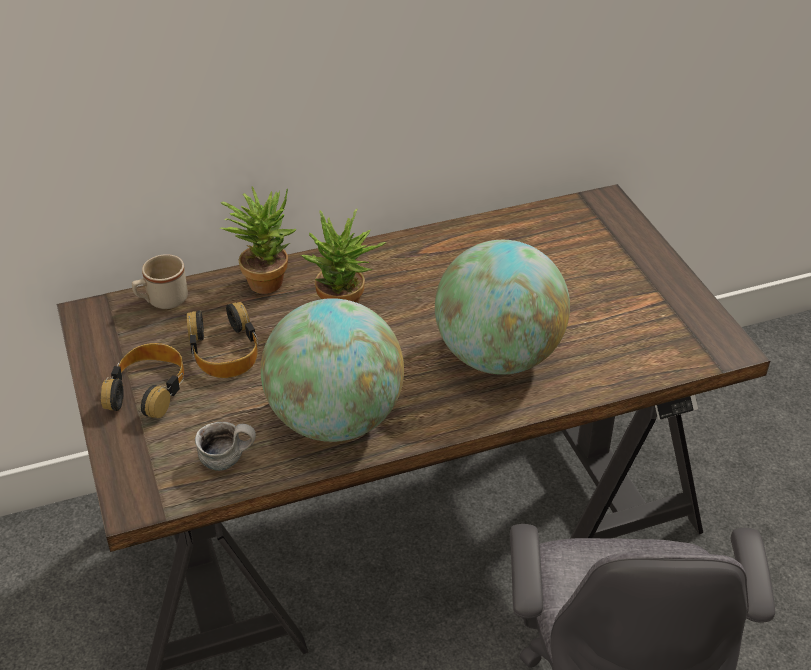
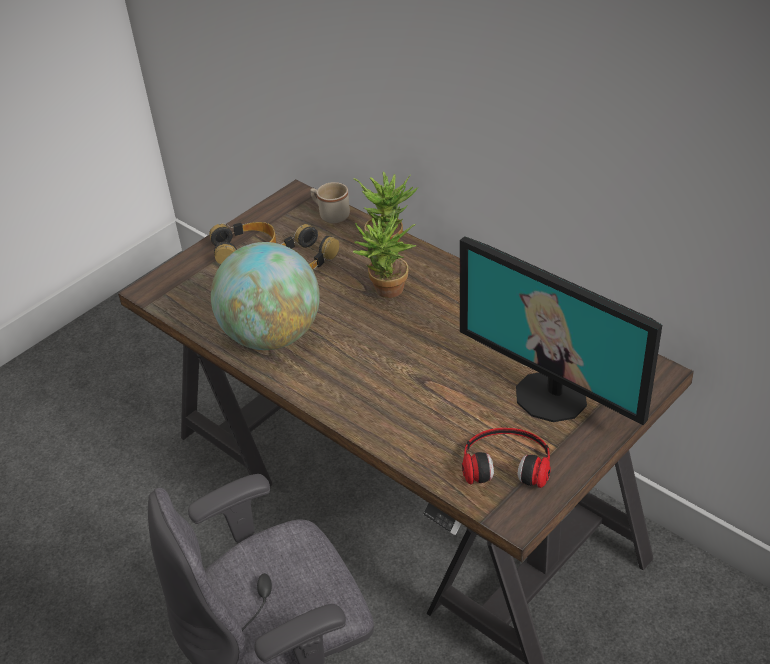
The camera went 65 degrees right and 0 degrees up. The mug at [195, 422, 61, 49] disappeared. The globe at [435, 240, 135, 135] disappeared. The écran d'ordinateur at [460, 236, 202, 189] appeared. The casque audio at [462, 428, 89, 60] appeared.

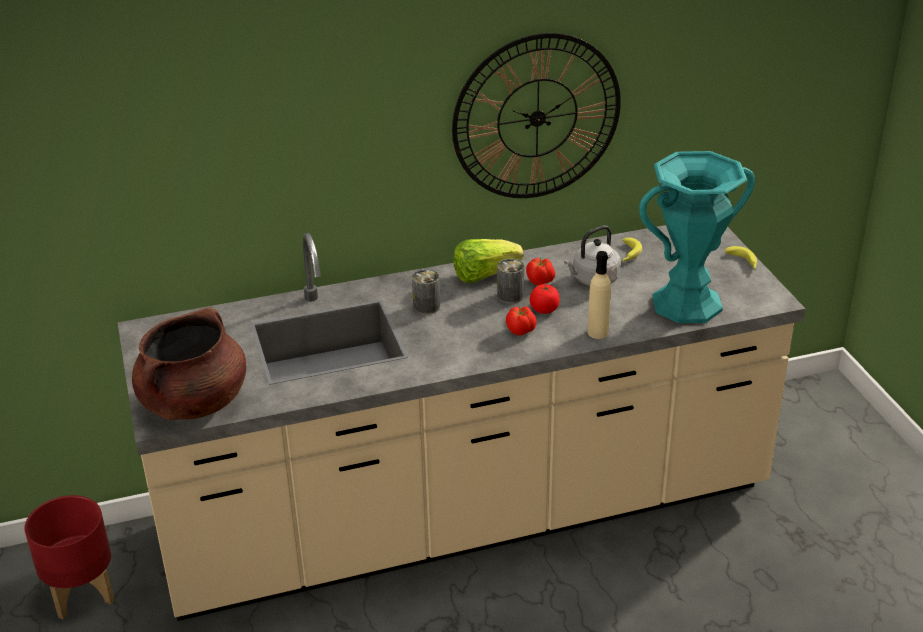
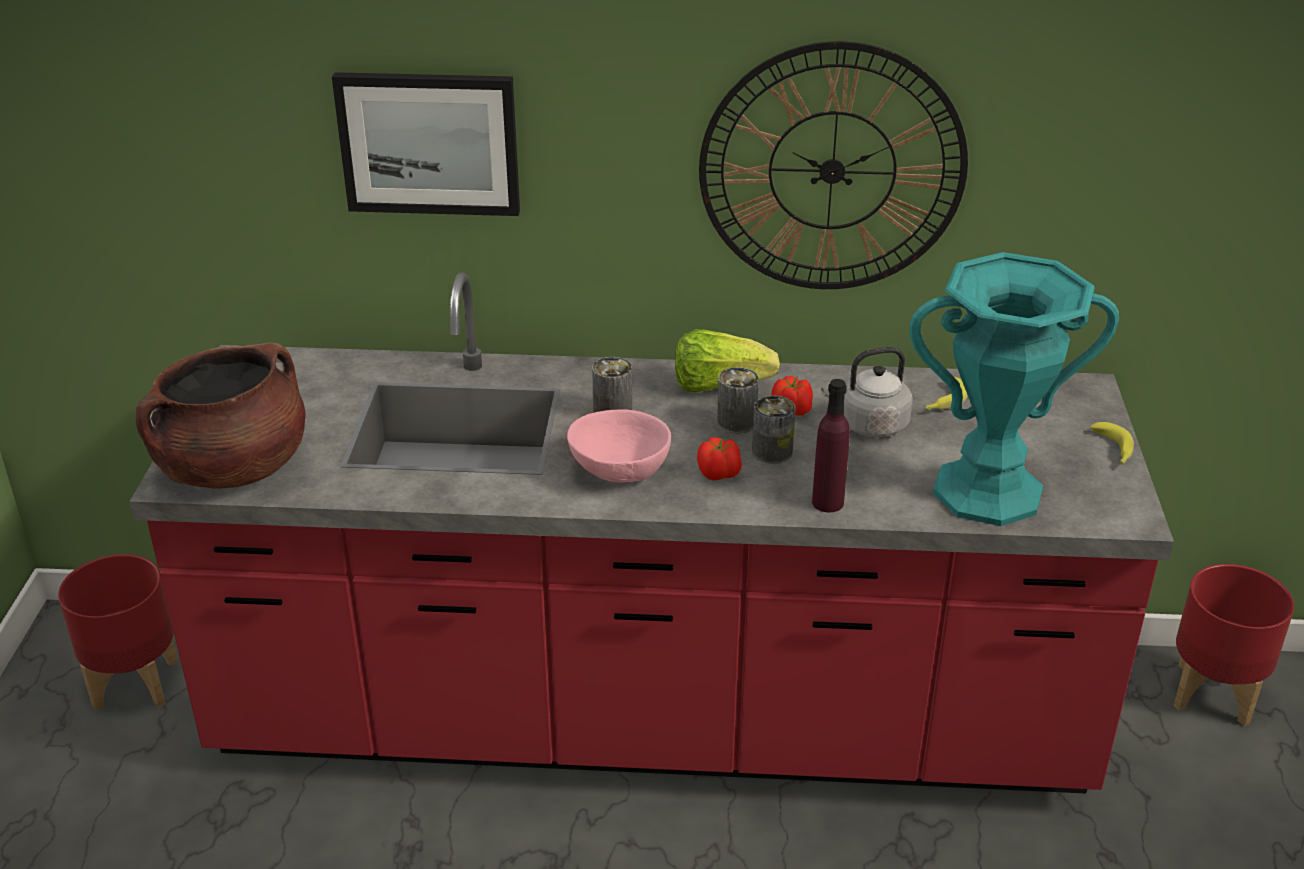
The camera went 20 degrees right and 0 degrees up. The tableau at [332, 72, 188, 144] appeared. The bol (rose) at [567, 409, 104, 74] appeared. The cache-pot (rouge) at [1173, 564, 121, 162] appeared. The tomate at [530, 284, 29, 30] was replaced by the boîte métallique at [752, 395, 44, 69]. The comptoir de cuisine (beige) at [117, 225, 689, 396] became the comptoir de cuisine (rouge) at [129, 273, 1045, 521]. The bouteille (beige) at [588, 251, 23, 88] became the bouteille (violet) at [812, 379, 38, 133].

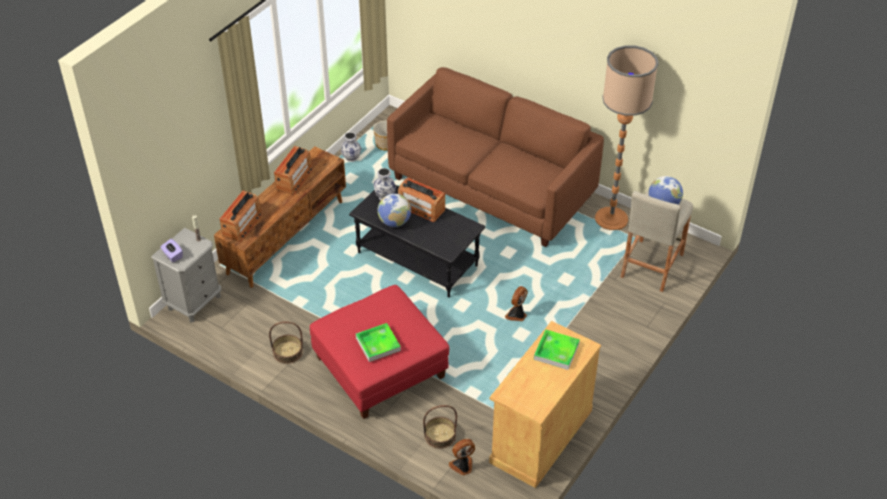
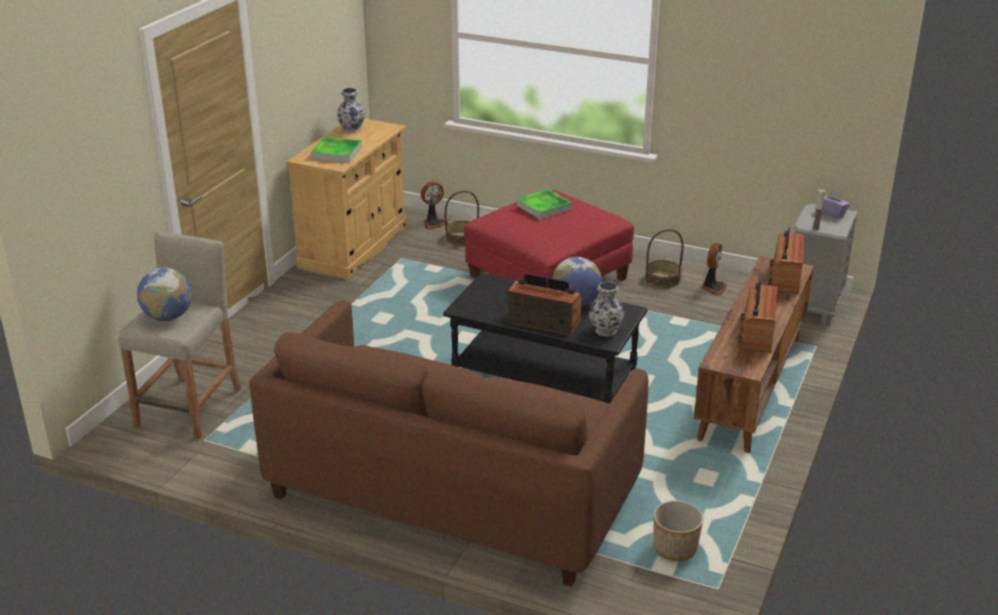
The camera went 170 degrees right and 15 degrees down. The lampadaire at [595, 45, 64, 185] disappeared. The vase moved from [341, 132, 20, 30] to [337, 88, 28, 45]. The ventilateur moved from [505, 286, 22, 35] to [701, 243, 27, 53].

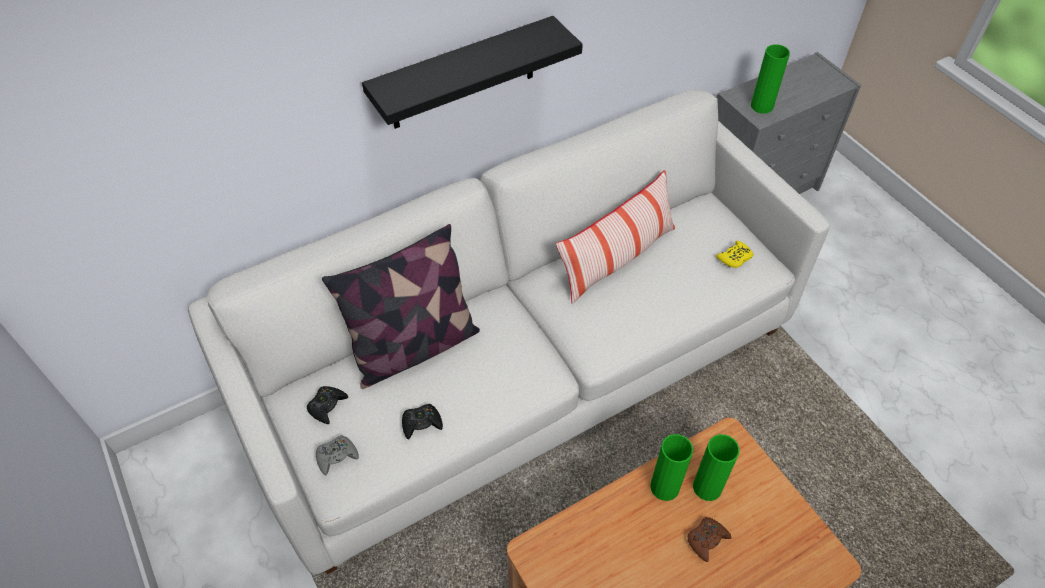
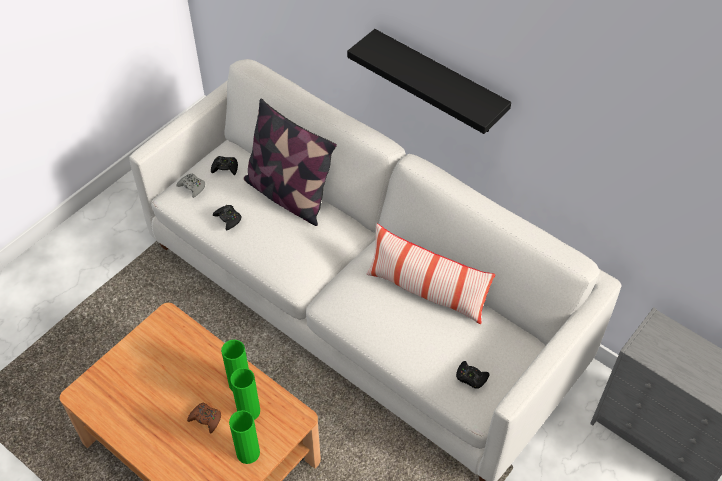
The camera went 70 degrees right and 0 degrees up. The vase (vert) moved from [751, 44, 39, 70] to [229, 410, 31, 54]. The manette (jaune) at [716, 241, 38, 27] became the manette (noir) at [456, 361, 33, 27].

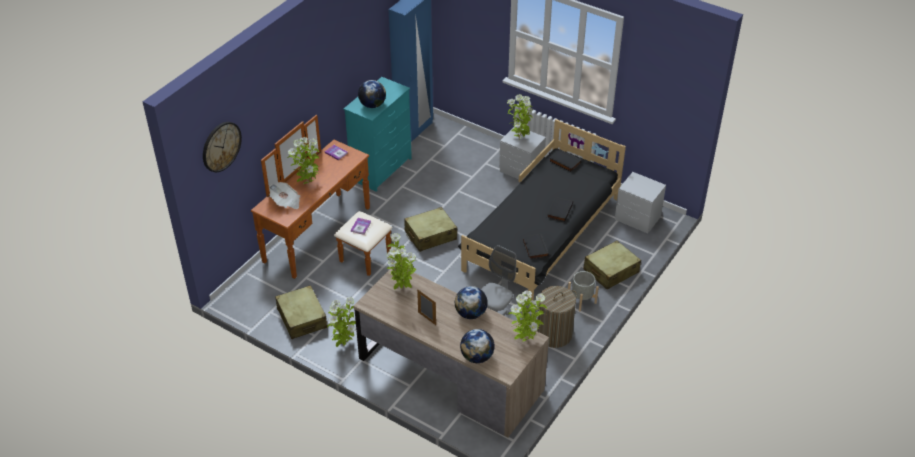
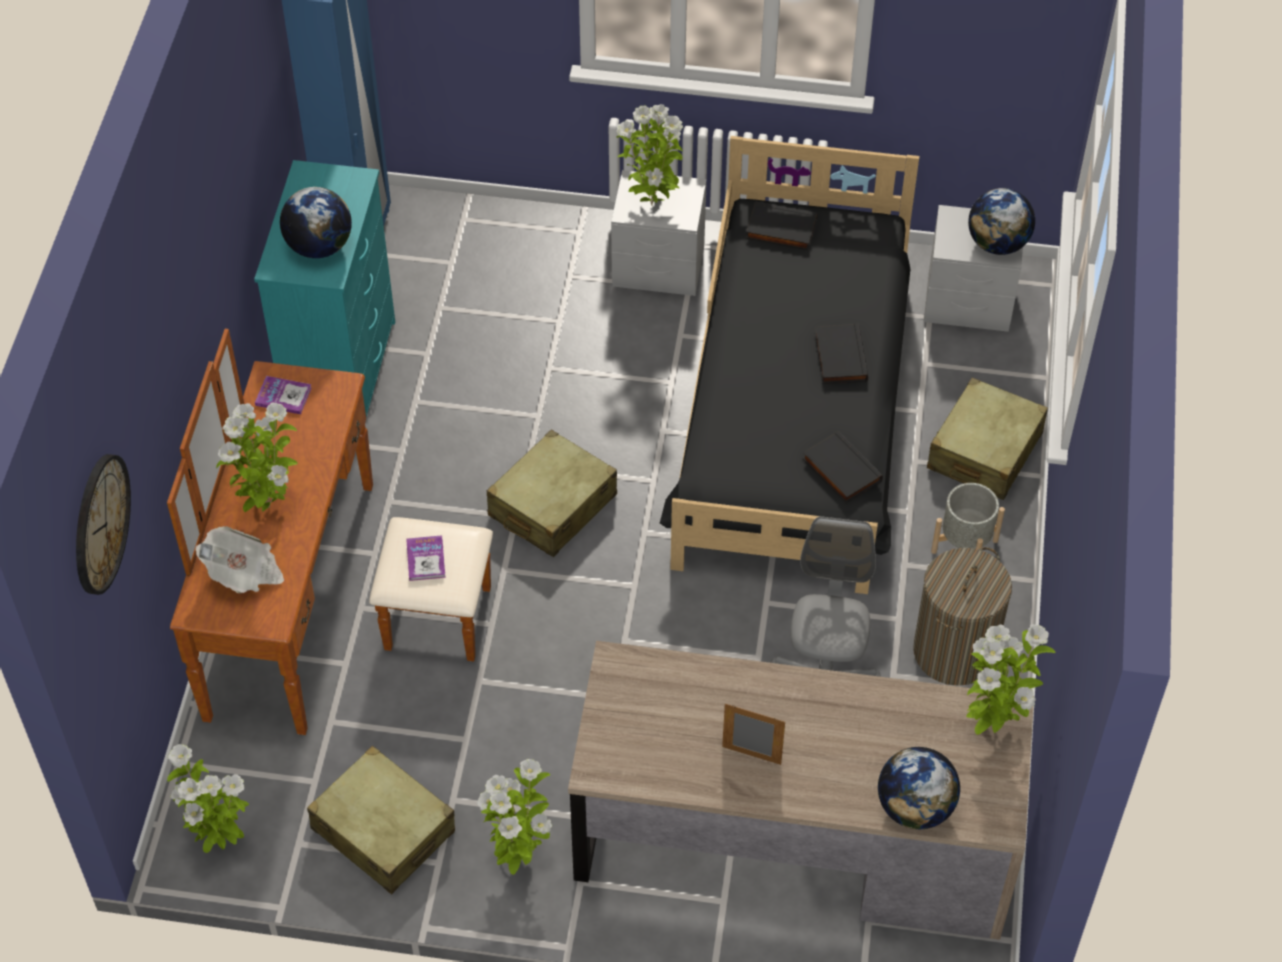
The camera went 25 degrees left and 10 degrees up. The plante en pot moved from [386, 233, 30, 56] to [167, 744, 82, 109]. The globe moved from [455, 286, 33, 33] to [968, 188, 67, 67].

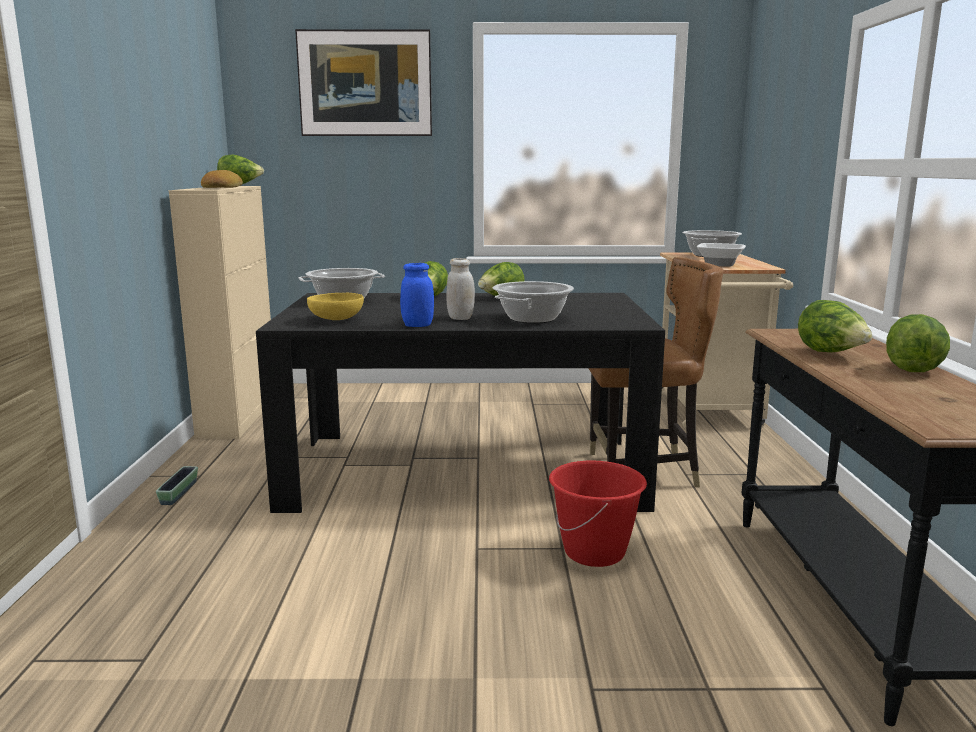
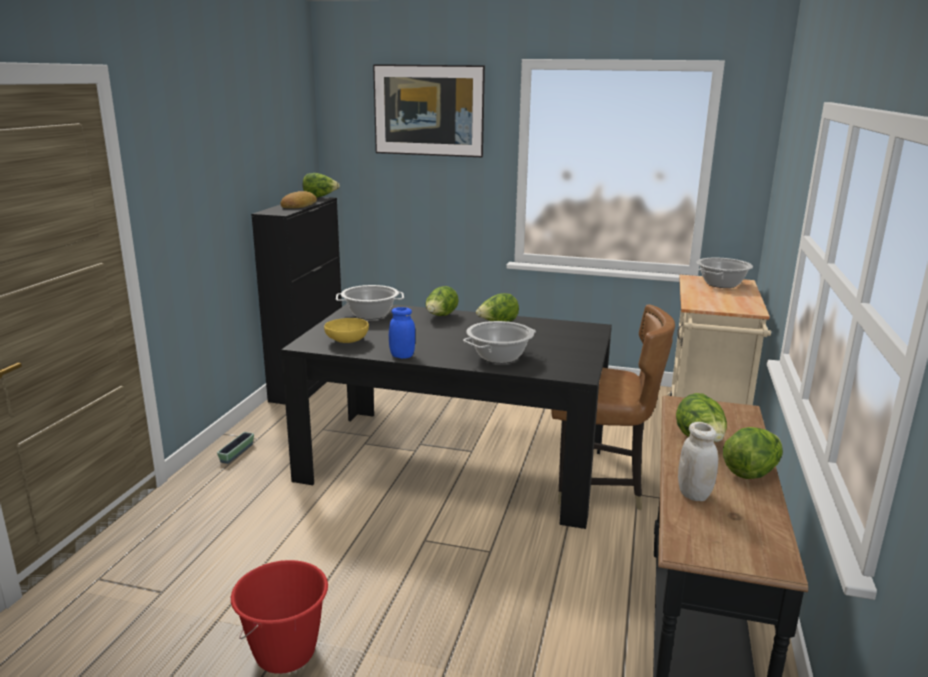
The camera went 15 degrees right and 5 degrees up. The bol at [697, 243, 49, 24] disappeared. The bocal (blanc) moved from [446, 258, 29, 62] to [678, 422, 40, 79]. The seau (rouge) moved from [549, 461, 98, 106] to [231, 560, 97, 114]. The meuble de rangement (beige) at [169, 186, 102, 253] became the meuble de rangement (noir) at [251, 197, 91, 207].

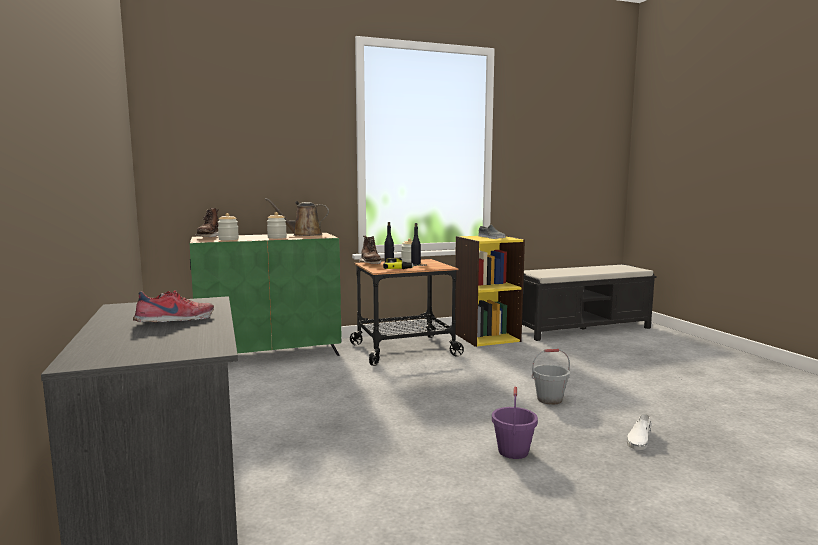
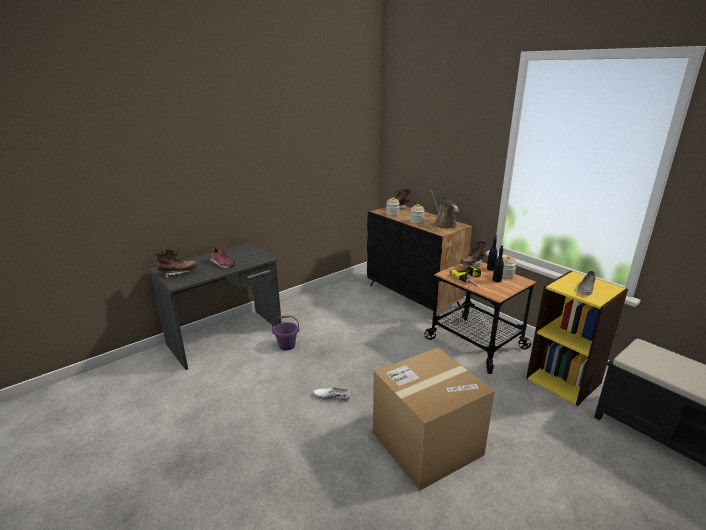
The camera went 70 degrees right and 15 degrees up. The botte (marron) at [154, 249, 44, 29] appeared. The seau (violet) moved from [492, 386, 46, 73] to [272, 315, 27, 35]. The chaussure (blanc) moved from [627, 414, 24, 36] to [313, 386, 37, 16]. The seau (gris) at [532, 349, 38, 56] was replaced by the carton at [373, 347, 122, 144]. The meuble de rangement (vert) at [189, 233, 152, 123] became the meuble de rangement (noir) at [367, 206, 105, 106].

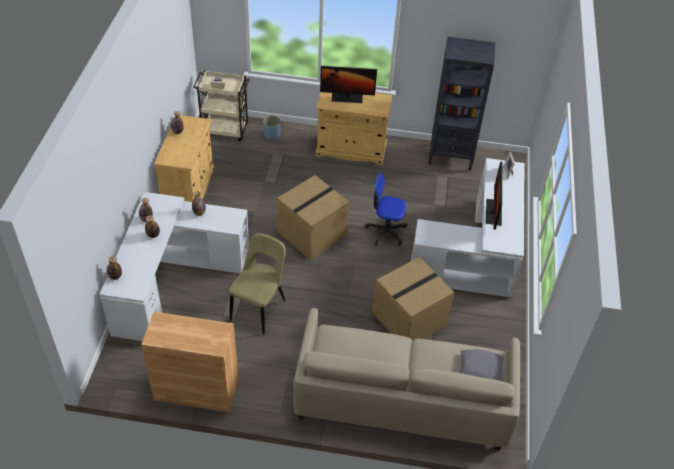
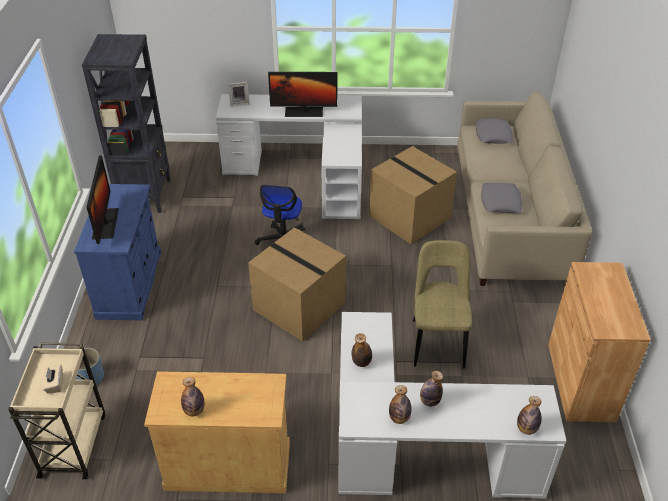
The camera went 95 degrees left and 5 degrees down. The coussin (gris) at [481, 183, 41, 30] appeared. The meuble de rangement (beige) at [316, 92, 76, 73] became the meuble de rangement (bleu) at [74, 184, 87, 136]. The chaise (beige) at [229, 233, 57, 102] turned 75 degrees clockwise.

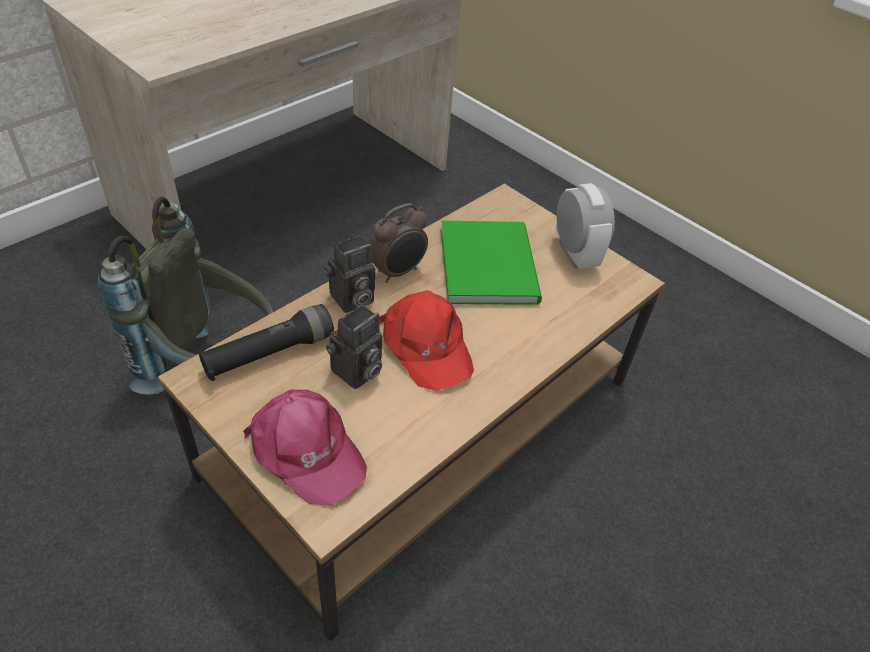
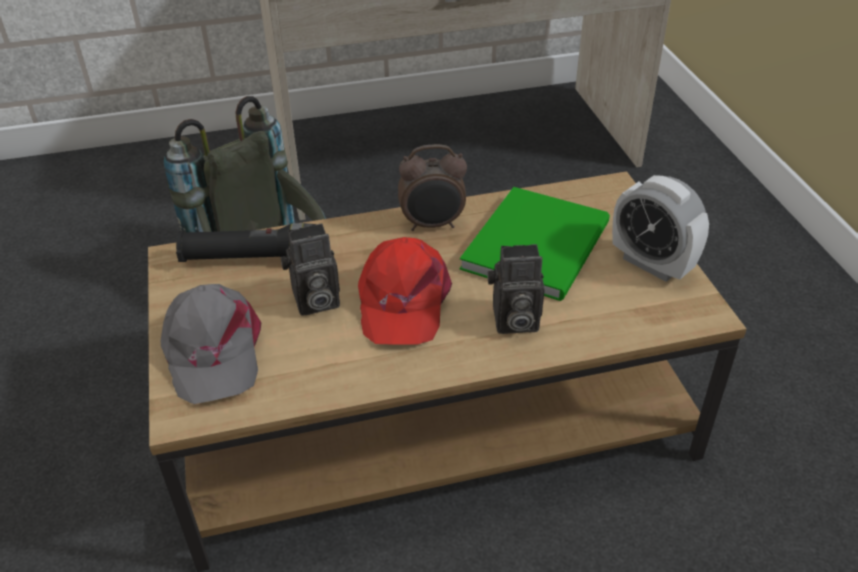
The camera went 35 degrees right and 5 degrees down. The appareil photo moved from [324, 235, 51, 78] to [487, 244, 58, 90]. The casquette (rose) at [243, 389, 124, 116] became the casquette (gris) at [161, 284, 100, 120]. The réveil at [556, 183, 59, 86] turned 120 degrees clockwise.

